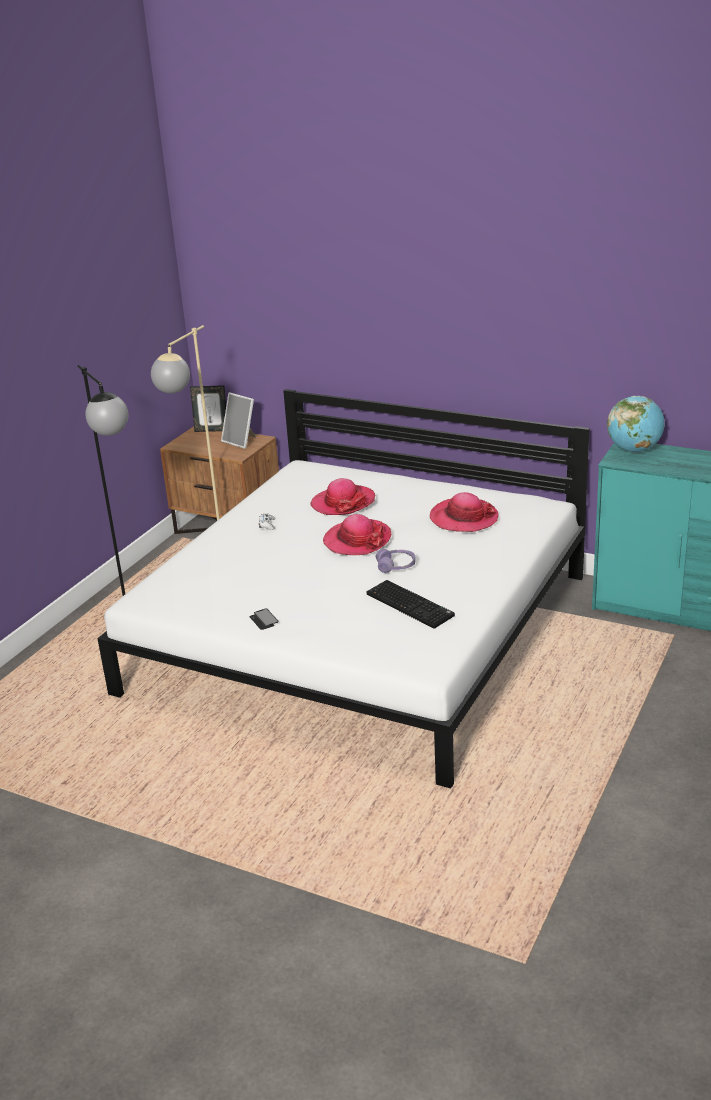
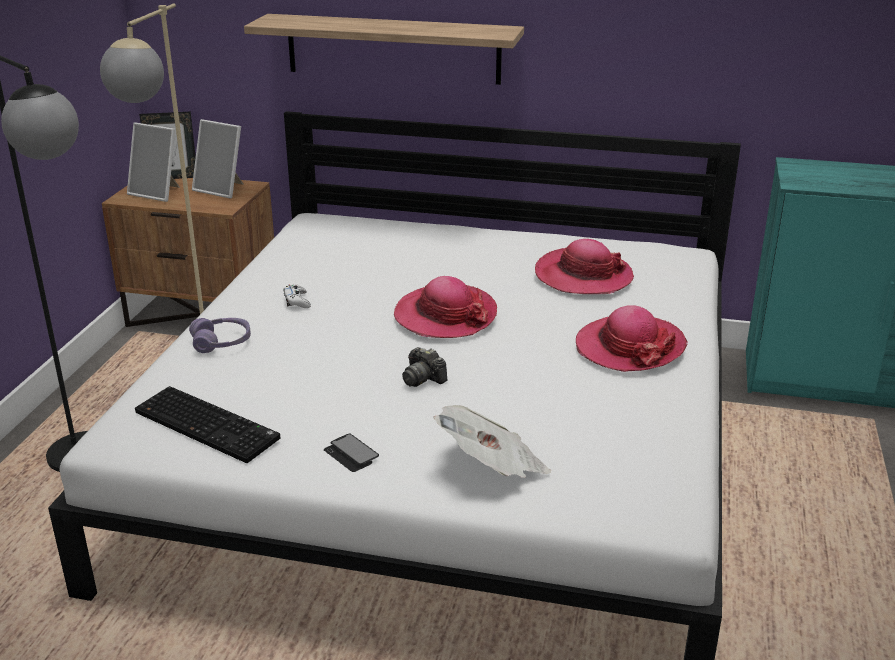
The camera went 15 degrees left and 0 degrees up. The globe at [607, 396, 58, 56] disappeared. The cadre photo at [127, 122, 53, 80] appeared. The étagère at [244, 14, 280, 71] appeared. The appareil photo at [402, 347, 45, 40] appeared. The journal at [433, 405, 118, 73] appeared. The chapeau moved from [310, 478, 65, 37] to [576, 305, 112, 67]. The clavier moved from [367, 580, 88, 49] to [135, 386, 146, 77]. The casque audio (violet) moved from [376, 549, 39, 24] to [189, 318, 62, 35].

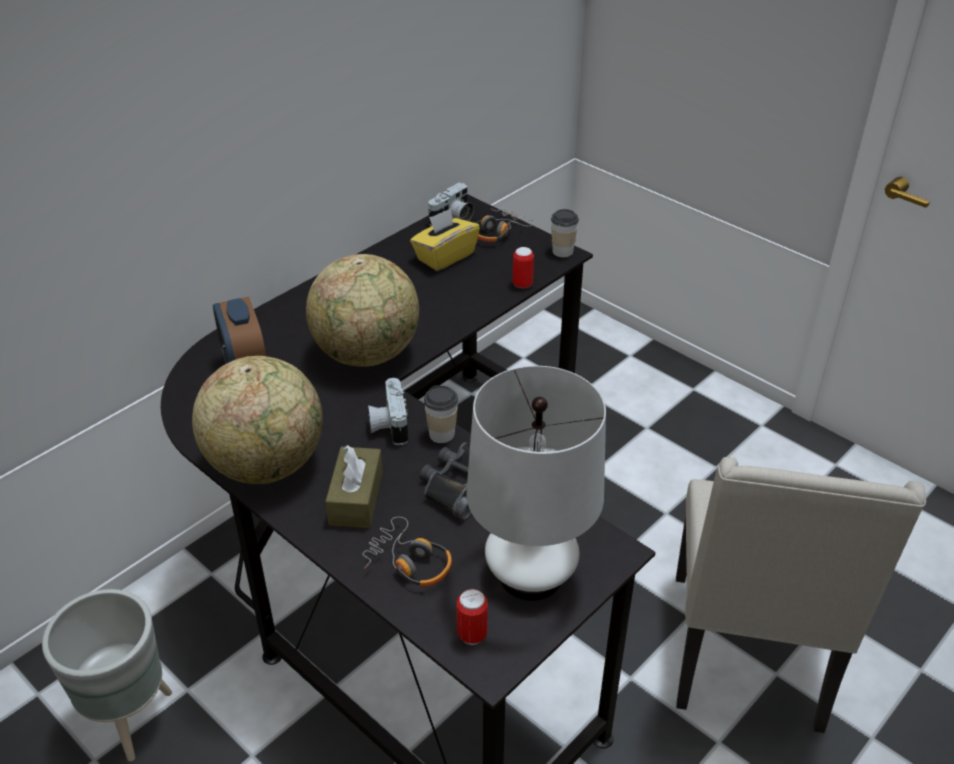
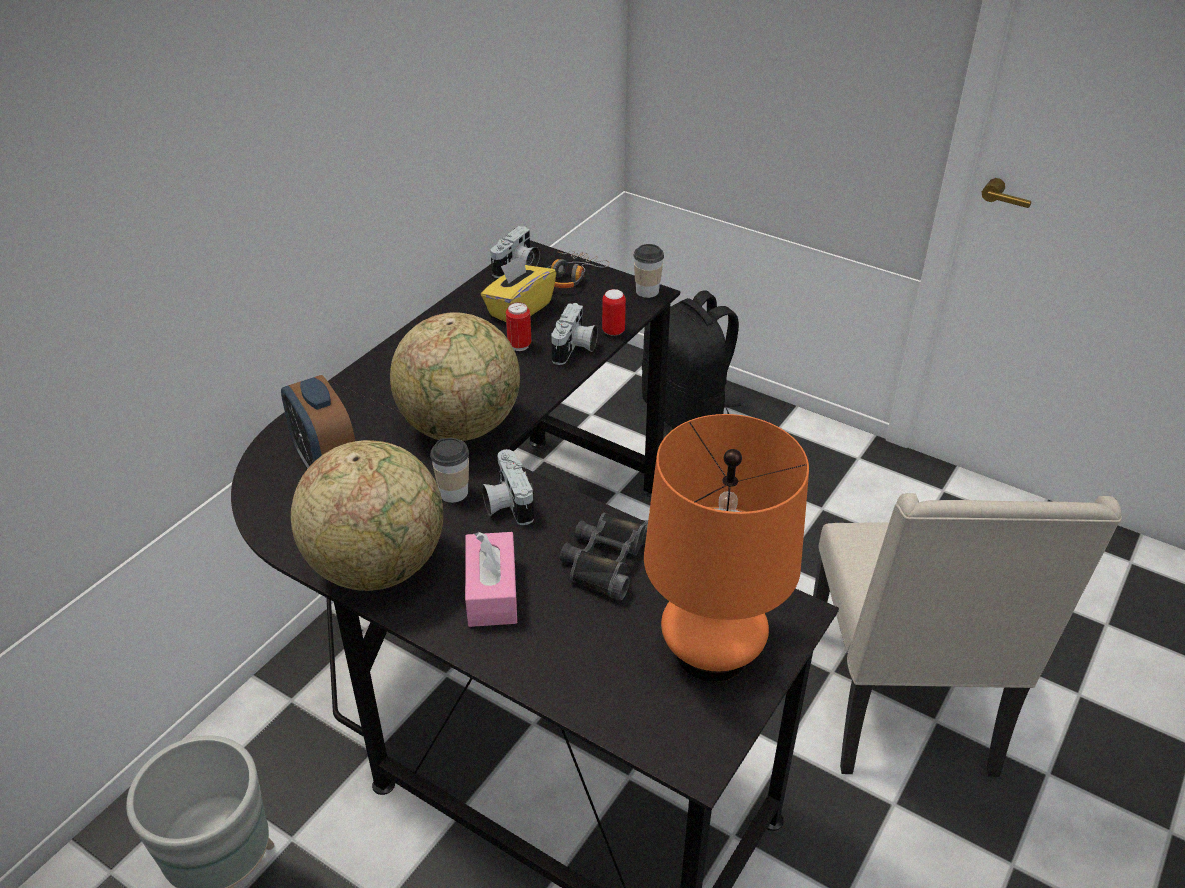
The camera went 10 degrees left and 0 degrees up. The casque audio at [363, 517, 89, 70] disappeared. The appareil photo at [551, 303, 47, 62] appeared. The sac à dos (noir) at [642, 290, 99, 139] appeared. The tasse moved from [424, 385, 34, 58] to [430, 438, 39, 65]. The boîte métallique moved from [457, 589, 31, 56] to [506, 302, 25, 49]. The boîte à mouchoirs (marron) at [325, 445, 58, 83] became the boîte à mouchoirs (rose) at [465, 532, 52, 95]. The lampe de table (blanc) at [466, 366, 140, 235] became the lampe de table (orange) at [644, 414, 165, 268].

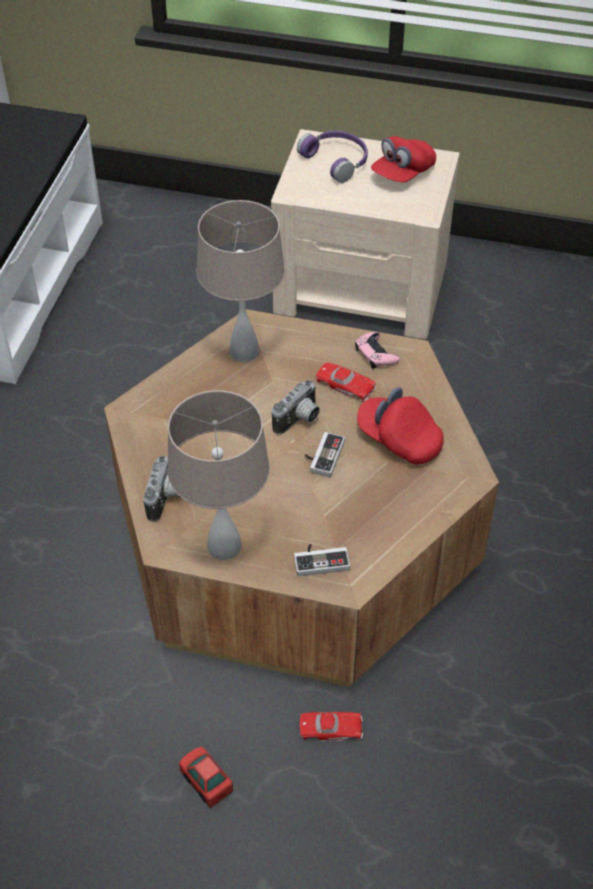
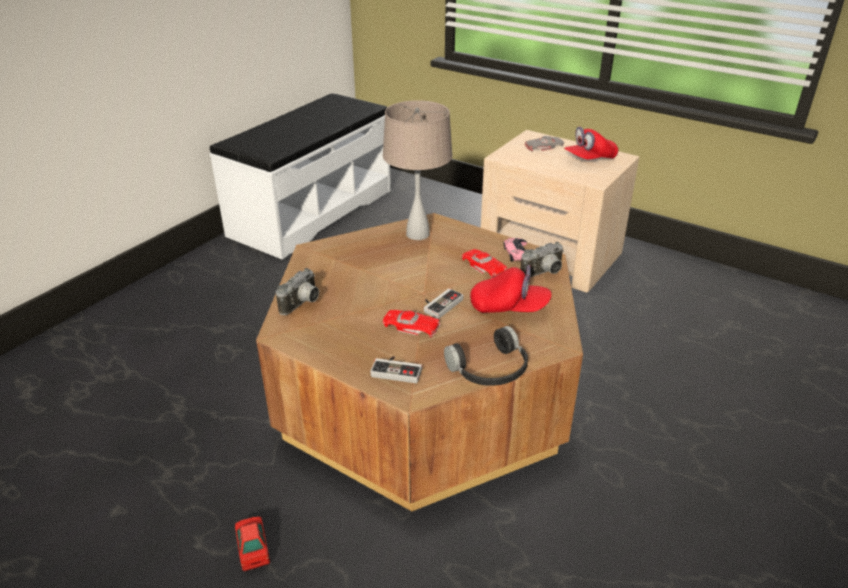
The camera went 20 degrees right and 15 degrees down. The lampe de table (beige) at [167, 390, 102, 170] disappeared. The casque audio (noir) at [444, 326, 84, 60] appeared. The appareil photo moved from [272, 380, 48, 55] to [521, 242, 43, 35]. The petite voiture (rouge) moved from [300, 712, 63, 29] to [383, 310, 57, 28]. The casque audio (violet) at [297, 131, 71, 52] was replaced by the petite voiture (gris) at [525, 136, 39, 16]. The casquette (rouge) at [357, 387, 87, 77] turned 135 degrees clockwise.

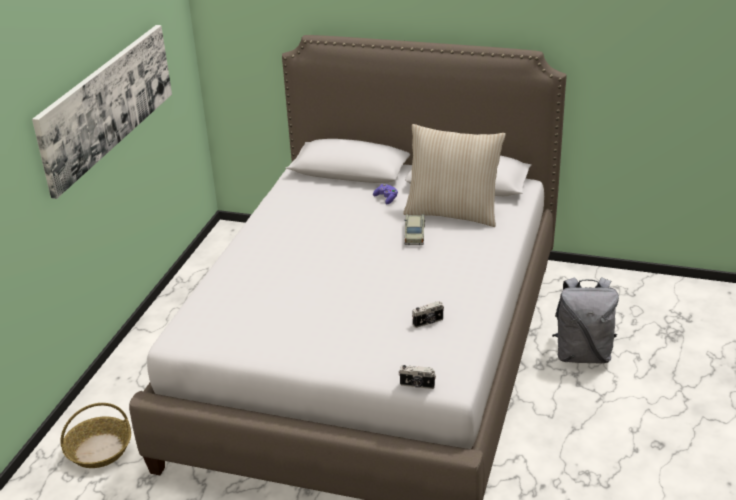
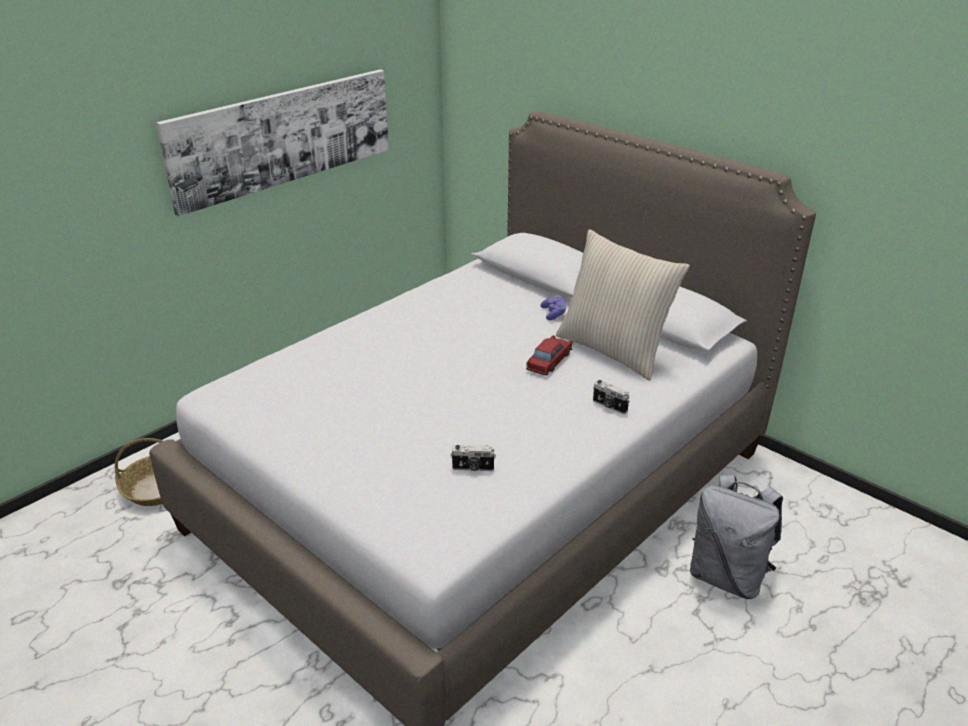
The camera went 25 degrees right and 0 degrees up. The appareil photo moved from [399, 365, 37, 24] to [593, 380, 37, 34]. The petite voiture (beige) at [404, 214, 21, 31] became the petite voiture (rouge) at [526, 335, 47, 40].

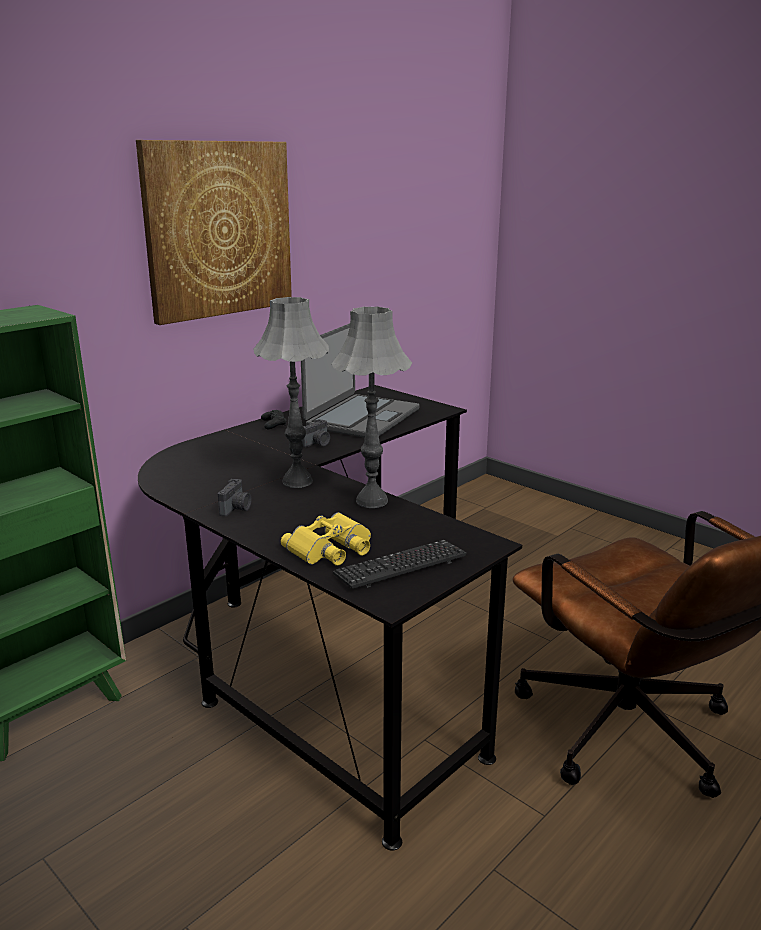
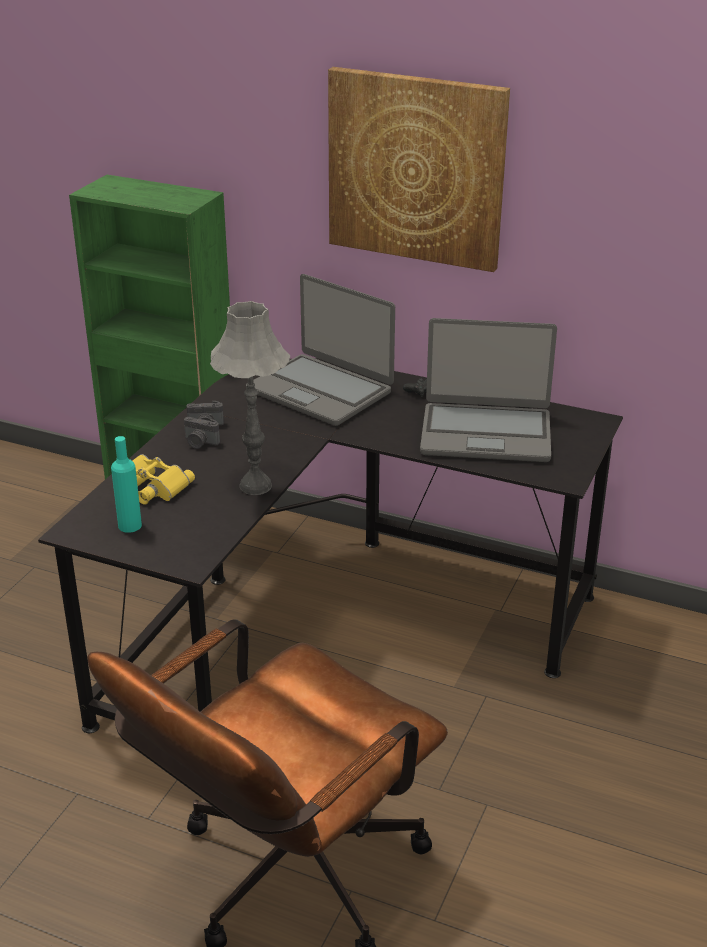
The camera went 70 degrees right and 10 degrees up. The lampe de table (gris) at [253, 297, 76, 191] disappeared. The ordinateur portable at [246, 274, 149, 152] appeared. The appareil photo moved from [302, 419, 28, 28] to [184, 417, 36, 32]. The clavier at [333, 540, 134, 49] was replaced by the bouteille (turquoise) at [111, 436, 31, 97].

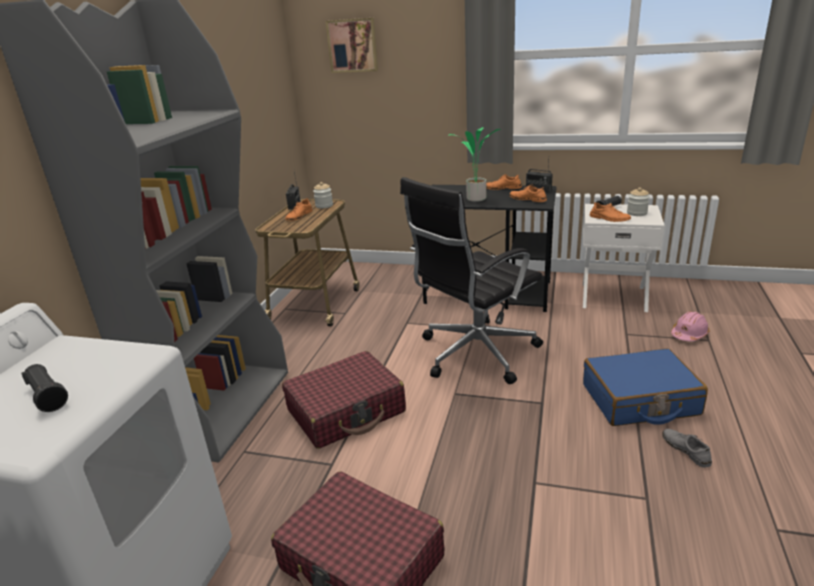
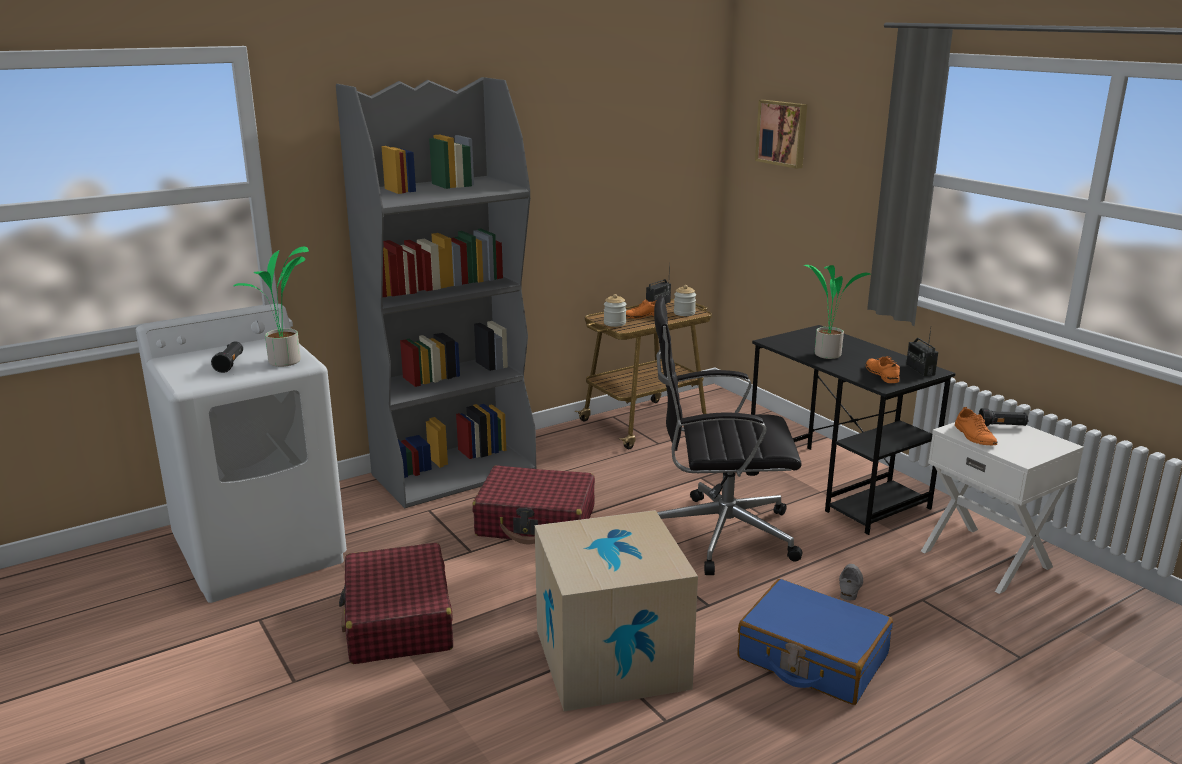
The camera went 40 degrees right and 5 degrees down. The chaussure (orange) at [486, 174, 36, 16] disappeared. The casque de chantier (rose) at [671, 311, 39, 30] disappeared. The plante en pot at [233, 247, 76, 120] appeared. The carton at [535, 510, 163, 201] appeared. The bocal moved from [627, 187, 23, 29] to [604, 294, 22, 33]. The chaussure (gris) moved from [662, 429, 50, 39] to [839, 564, 24, 36].

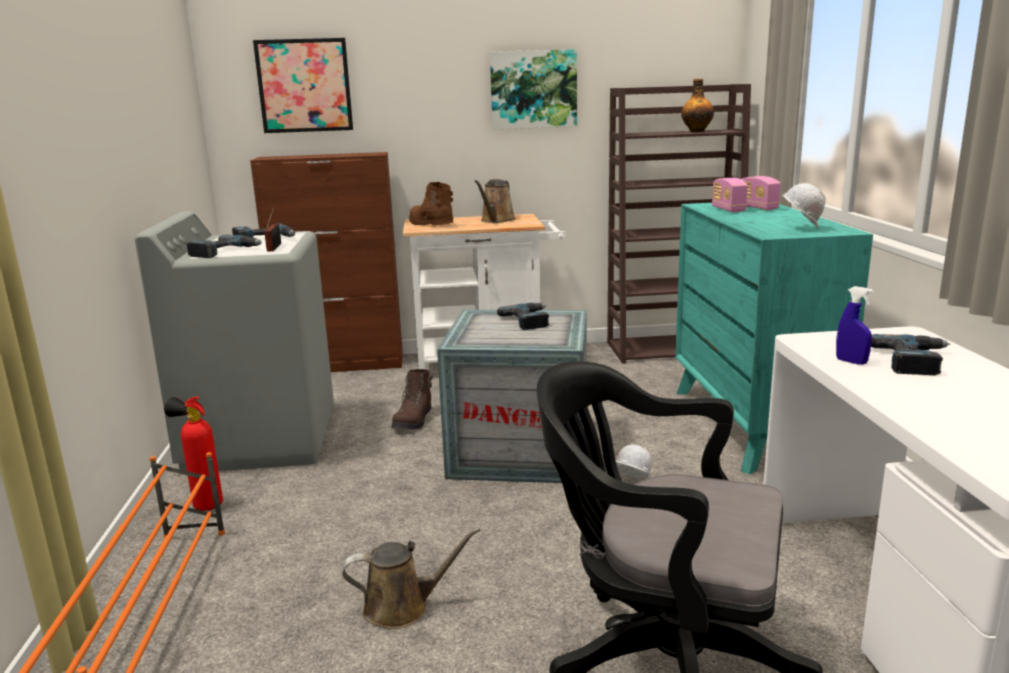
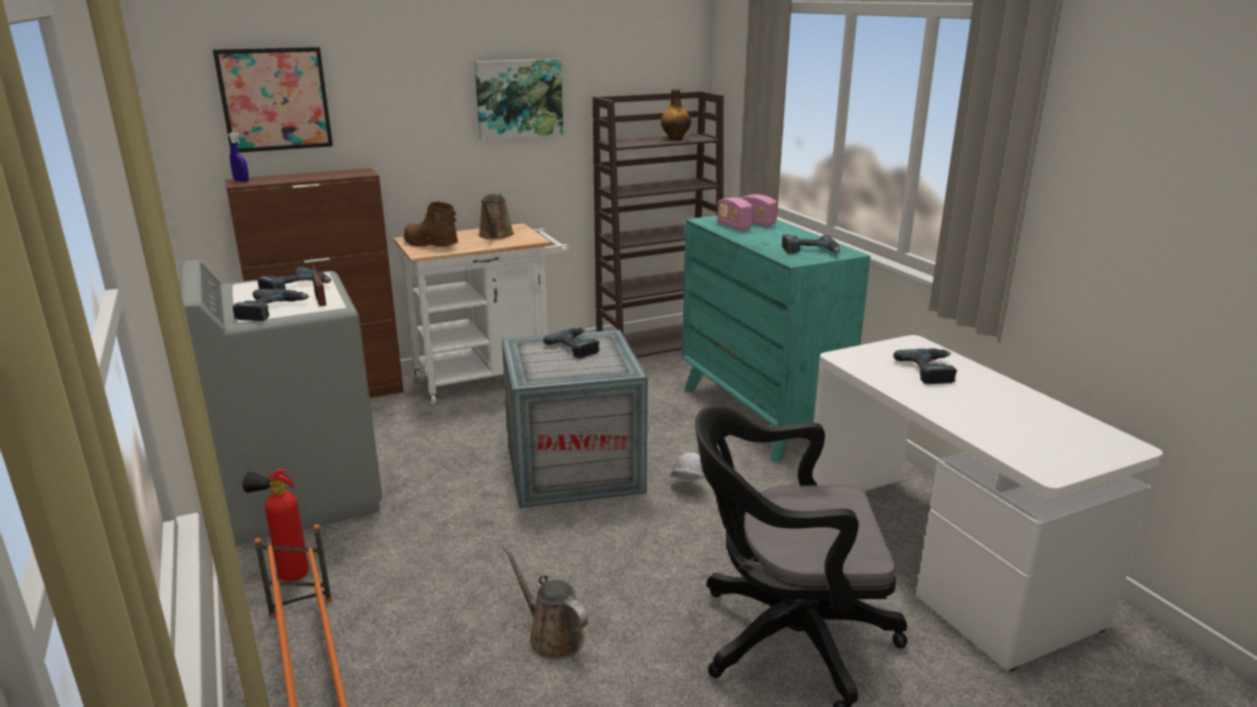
The camera went 20 degrees left and 5 degrees up. The botte (marron) at [391, 369, 42, 61] disappeared. The vaporisateur (bleu) moved from [836, 286, 37, 79] to [229, 133, 20, 49]. The casque de chantier (blanc) at [782, 183, 44, 45] was replaced by the perceuse at [782, 234, 58, 20]. The arrosoir (marron) at [342, 527, 139, 102] turned 105 degrees counterclockwise.

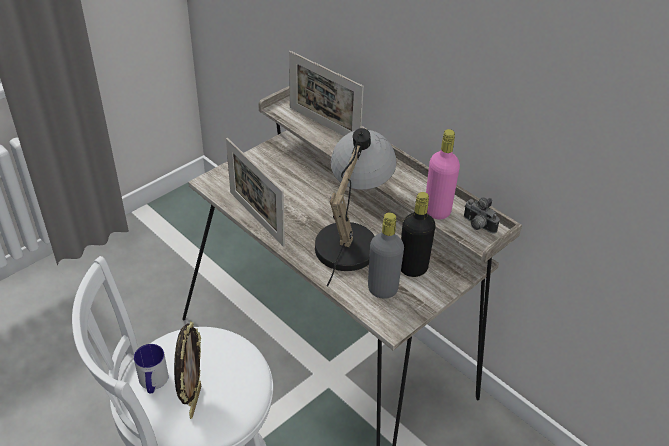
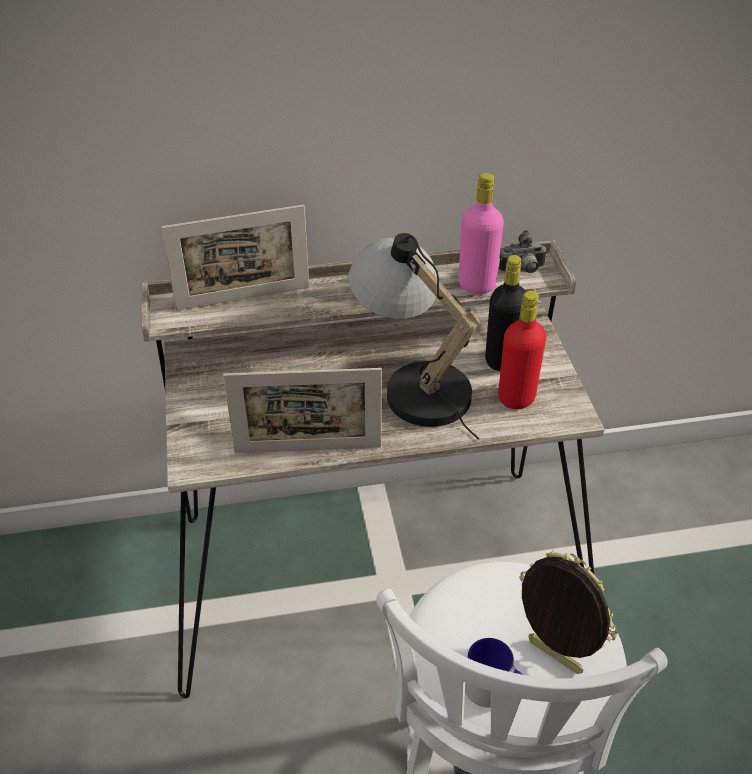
The camera went 55 degrees left and 0 degrees up. The bouteille (gris) at [368, 212, 36, 87] became the bouteille (rouge) at [498, 291, 48, 118].

